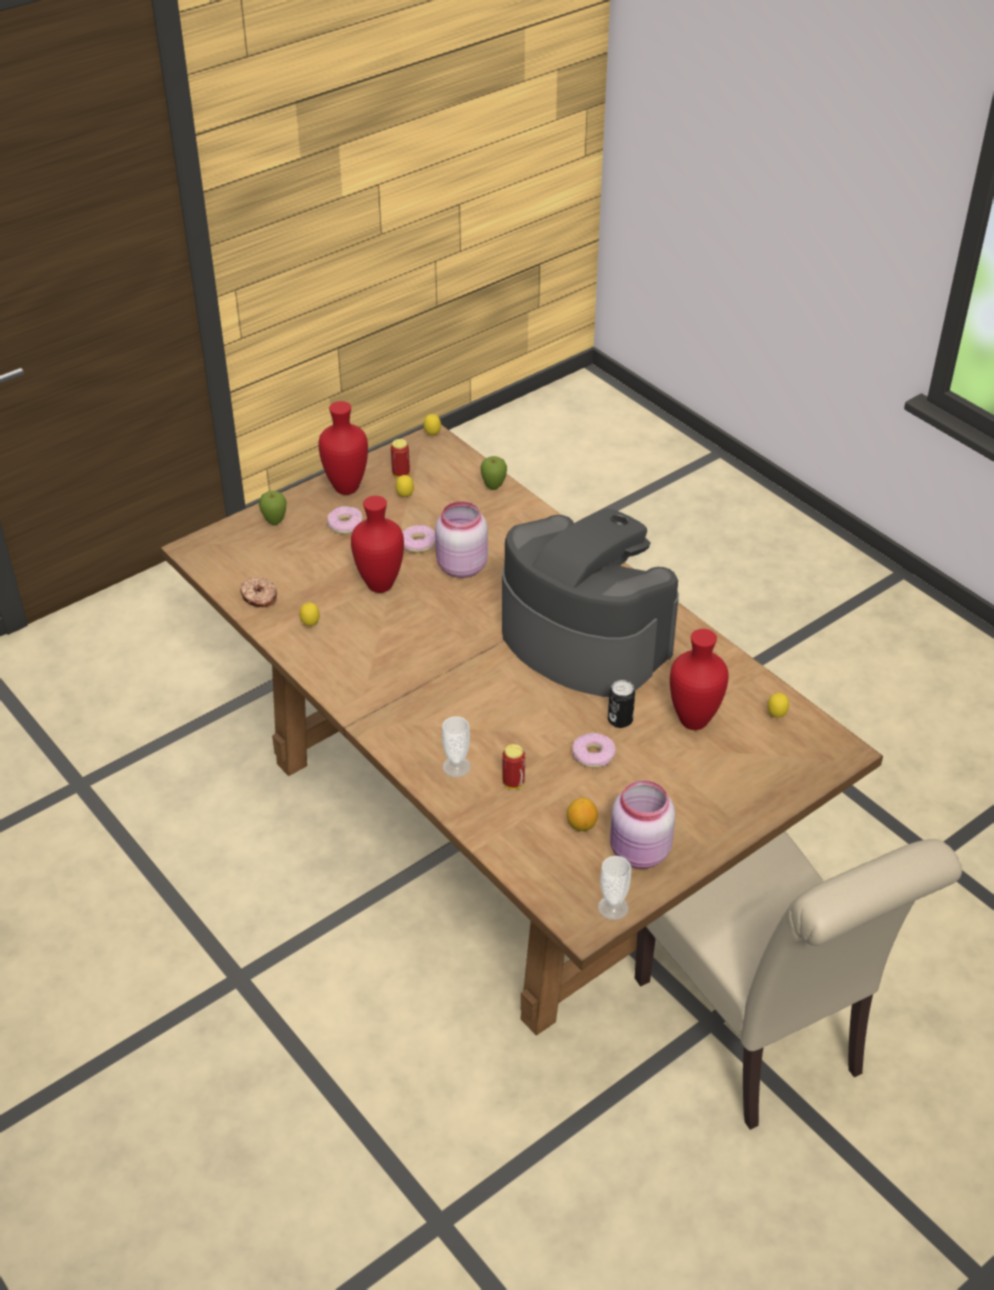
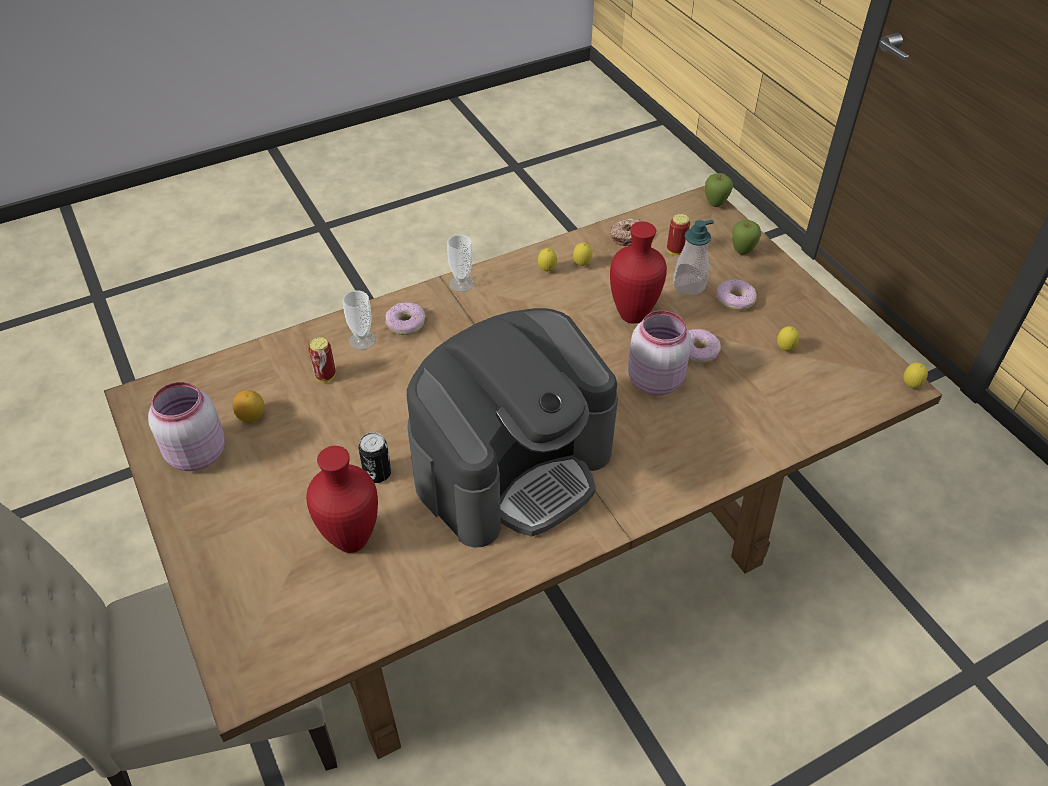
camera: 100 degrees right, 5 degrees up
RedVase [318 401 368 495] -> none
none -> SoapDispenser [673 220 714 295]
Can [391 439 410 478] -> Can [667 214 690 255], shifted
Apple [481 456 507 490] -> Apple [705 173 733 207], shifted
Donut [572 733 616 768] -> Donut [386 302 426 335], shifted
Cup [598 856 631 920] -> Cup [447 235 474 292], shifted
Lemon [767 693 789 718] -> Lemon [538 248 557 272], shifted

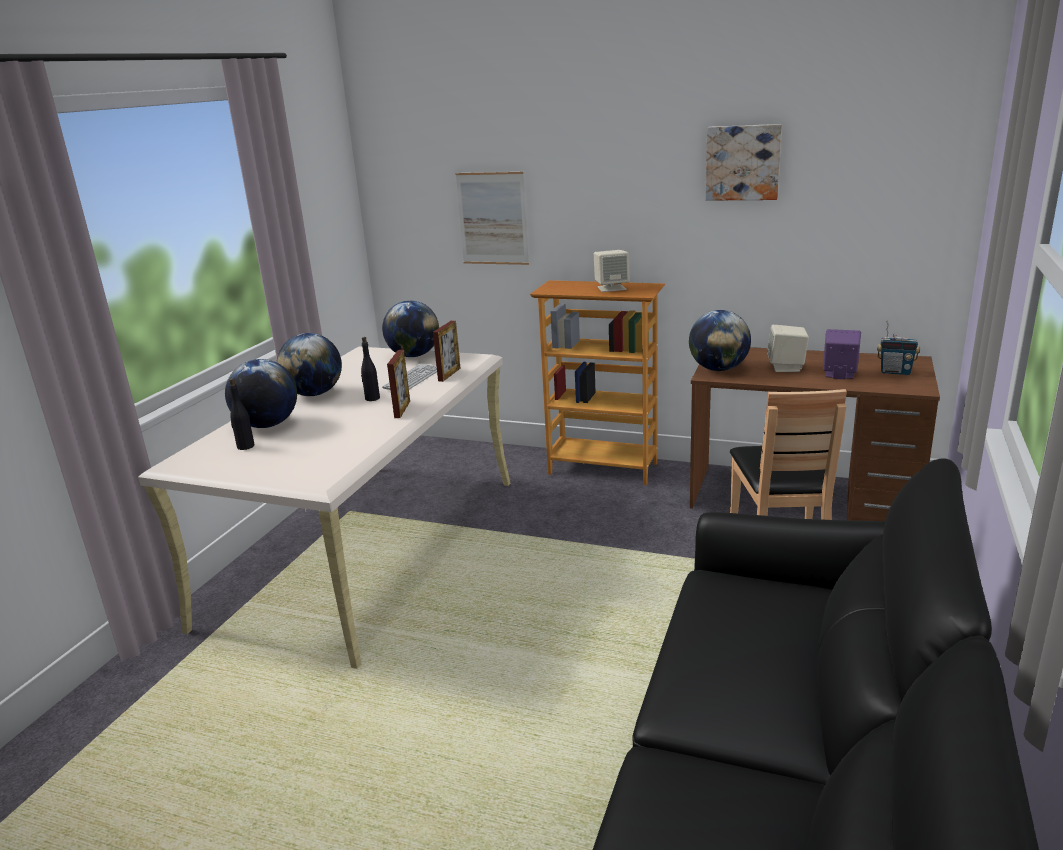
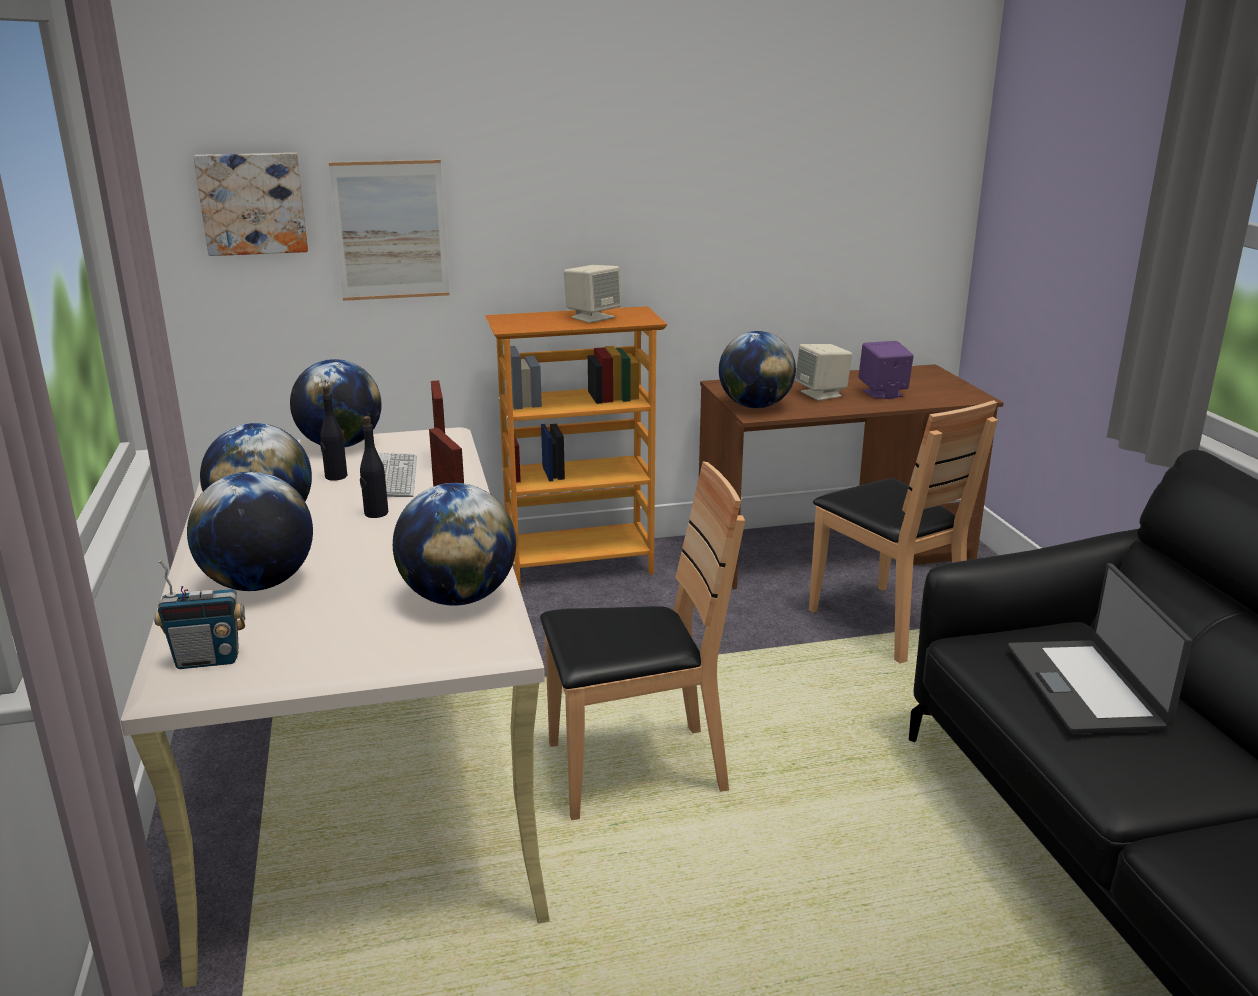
camera: 35 degrees left, 0 degrees up
none -> Globe [393 483 516 606]
none -> BrownChair [540 462 745 820]
none -> Laptop [1008 563 1192 734]
BlackBottle [229 378 255 450] -> BlackBottle [320 386 347 481], shifted
Picture [705 124 782 201] -> Picture [194 153 308 256], shifted
Radio [877 320 920 375] -> Radio [154 560 245 669], shifted

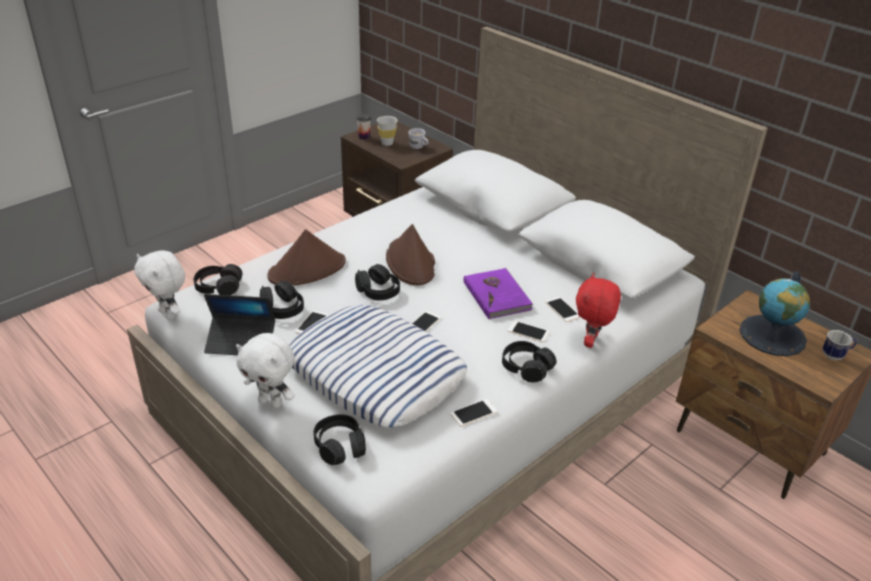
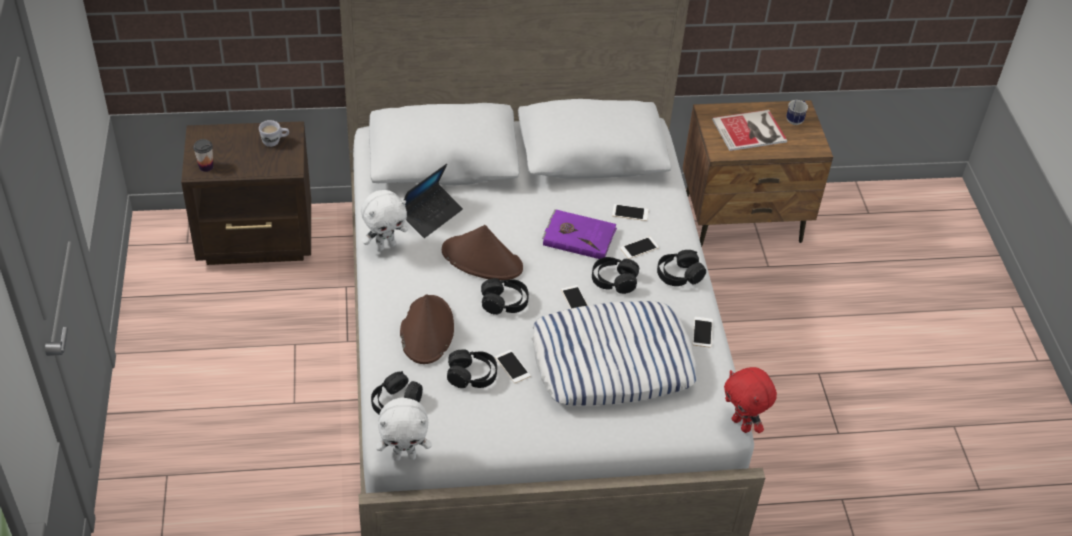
camera: 55 degrees left, 10 degrees up
WhiteCup [377 116 398 146] -> none
Laptop [204 294 275 355] -> Laptop [403 164 463 238], shifted
WhitePlushToy [236 333 295 408] -> WhitePlushToy [361 190 408 251], shifted
BlackHeadphones [314 414 366 465] -> BlackHeadphones [592 257 639 294], shifted
RedPlushToy [576 273 621 348] -> RedPlushToy [724 367 777 433], shifted
Globe [739 272 810 356] -> Book [712 110 788 151]

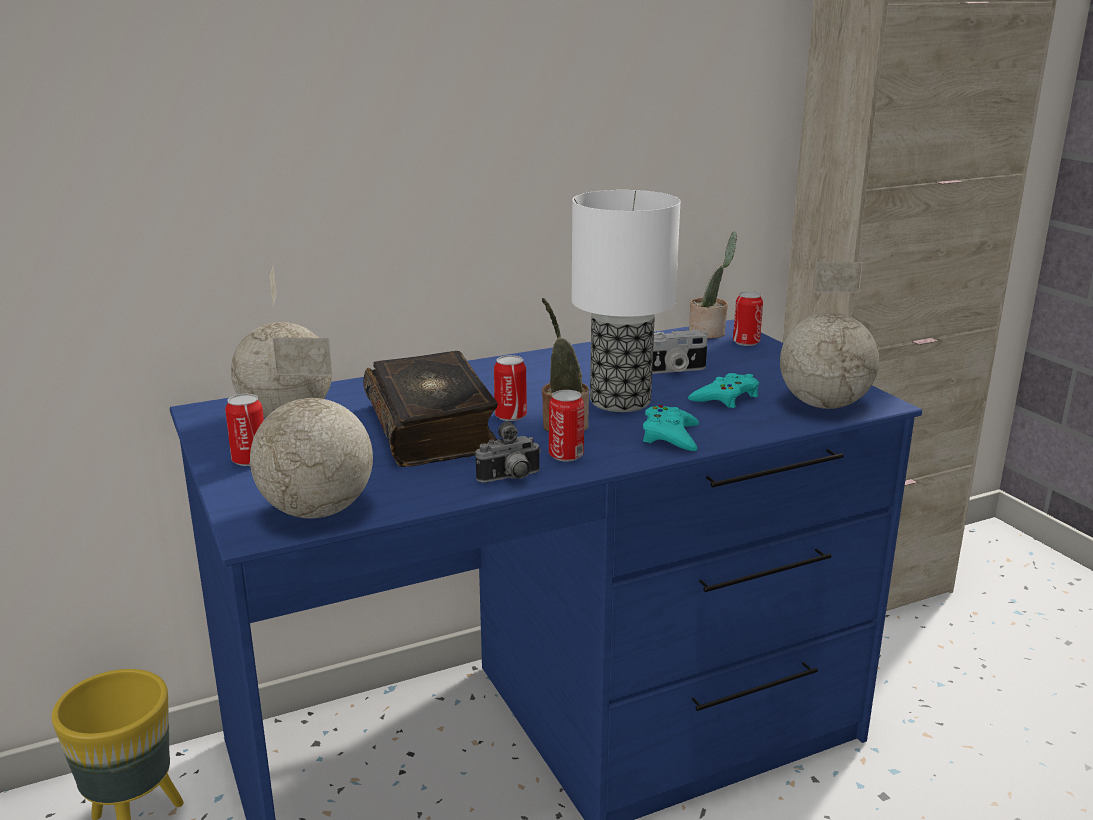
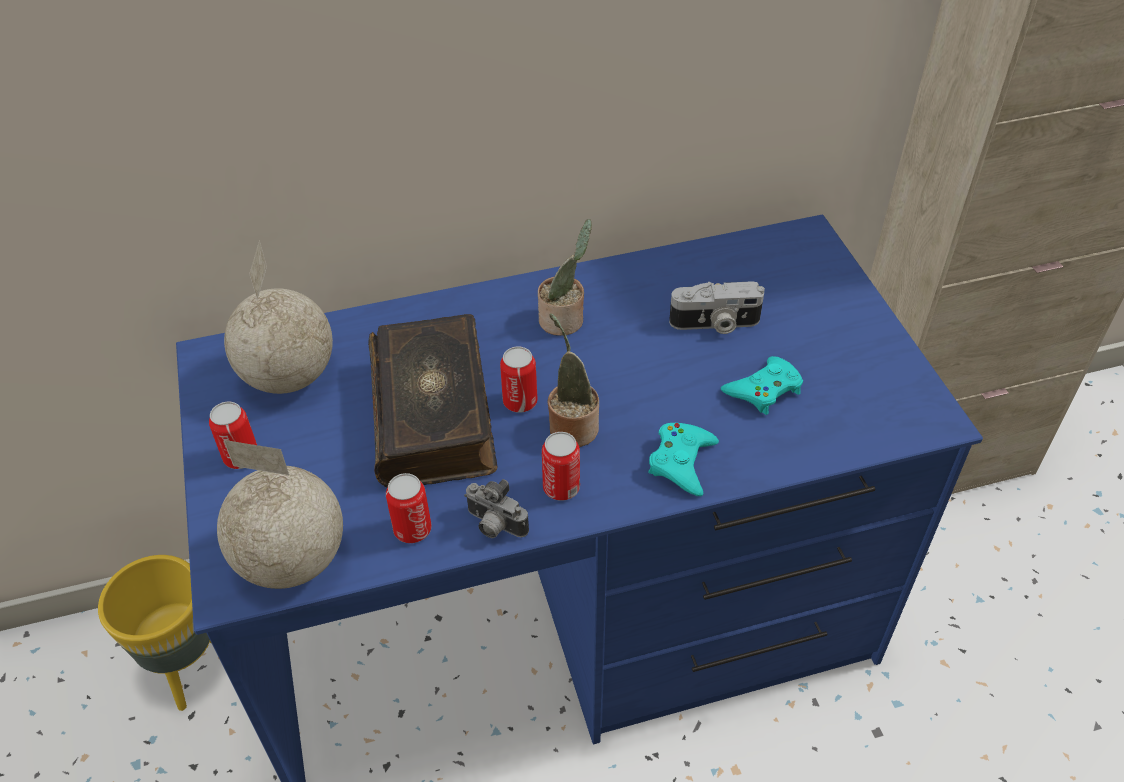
camera: 10 degrees right, 25 degrees up
TableLamp [572 190 681 412] -> none
Globe [780 262 879 409] -> none
PottedPlant [689 232 737 339] -> PottedPlant [538 219 592 336], shifted
Can [733 291 763 346] -> Can [386 473 431 543], shifted
PhotoCamera [476 420 541 483] -> PhotoCamera [464 479 529 538], 45 degrees clockwise

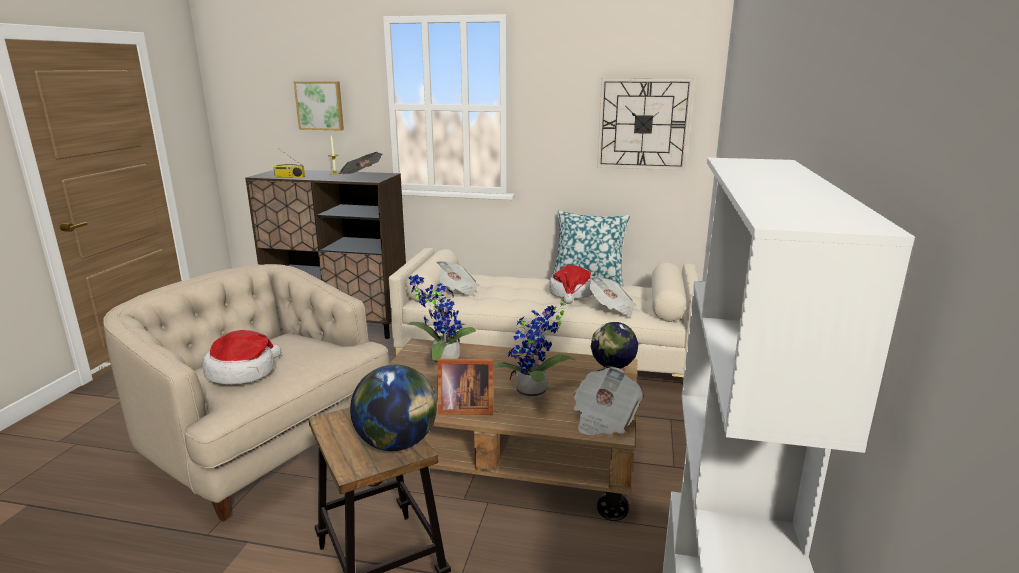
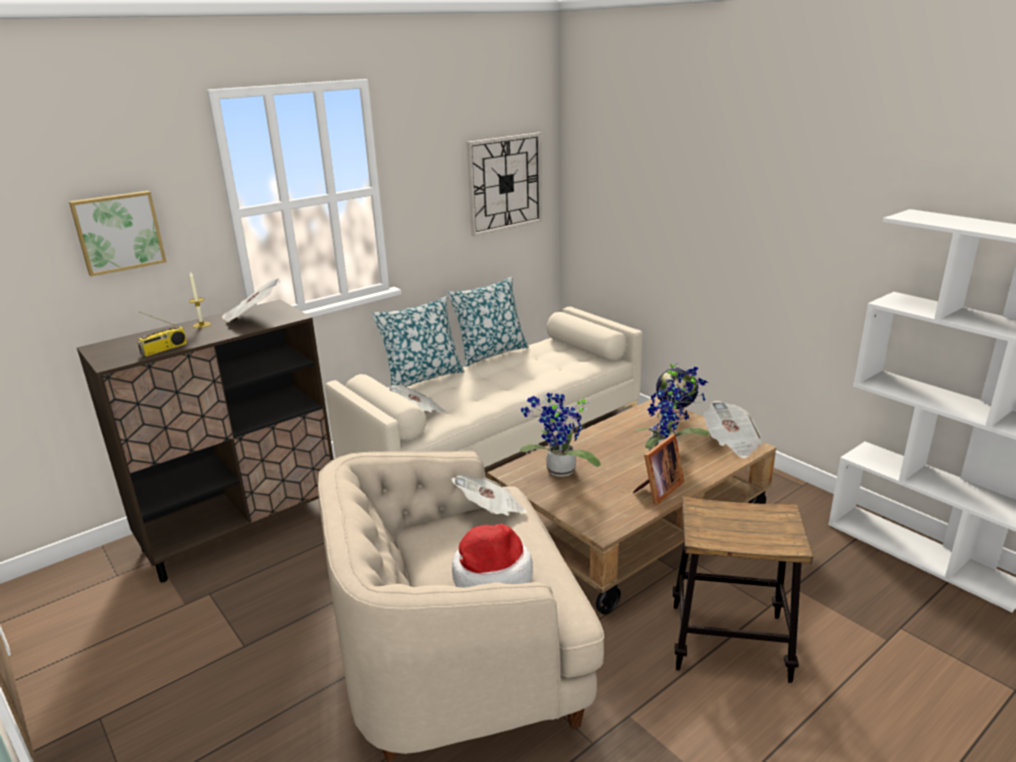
camera: 50 degrees left, 5 degrees up
Globe [350 365 437 451] -> none
Hat [549 265 593 304] -> none
none -> Pillow [372 296 465 387]
Newspaper [589 276 636 317] -> Newspaper [451 474 528 516], shifted

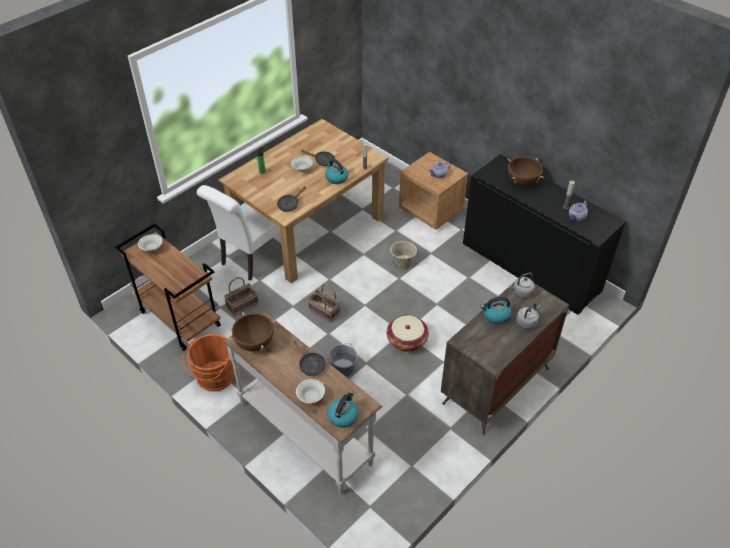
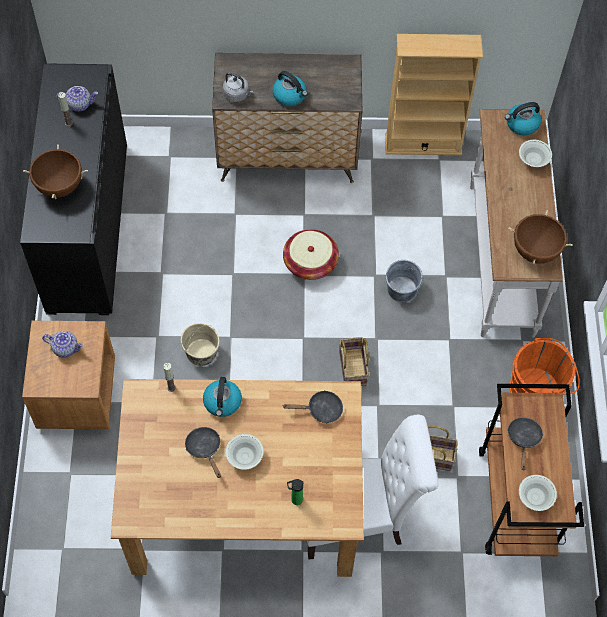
camera: 135 degrees left, 15 degrees up
GreyKettle [516 303 541 329] -> none
none -> BeigeBookcase [385 34 483 155]
BlackFryingPan [293 340 326 376] -> BlackFryingPan [507 417 543 470], shifted

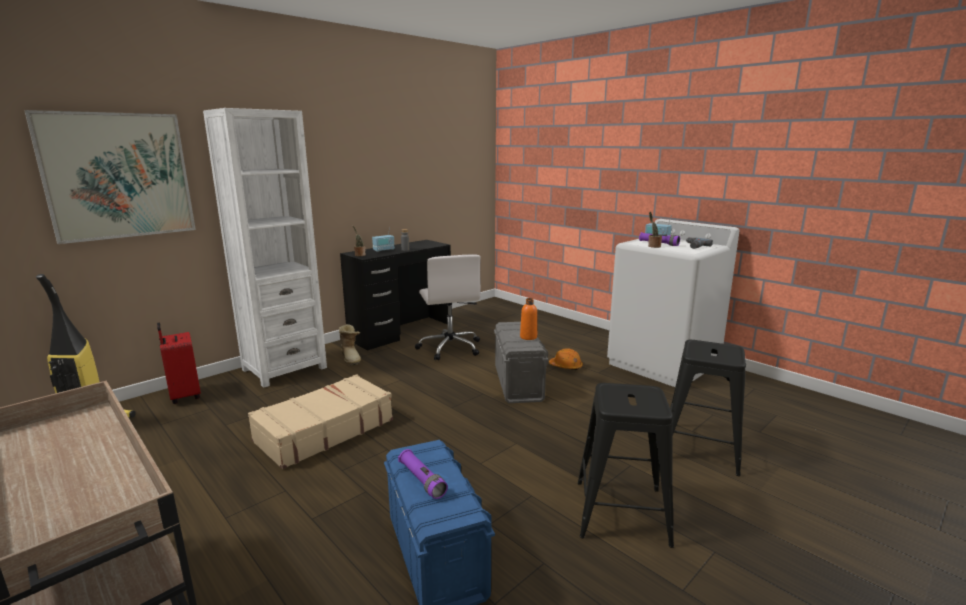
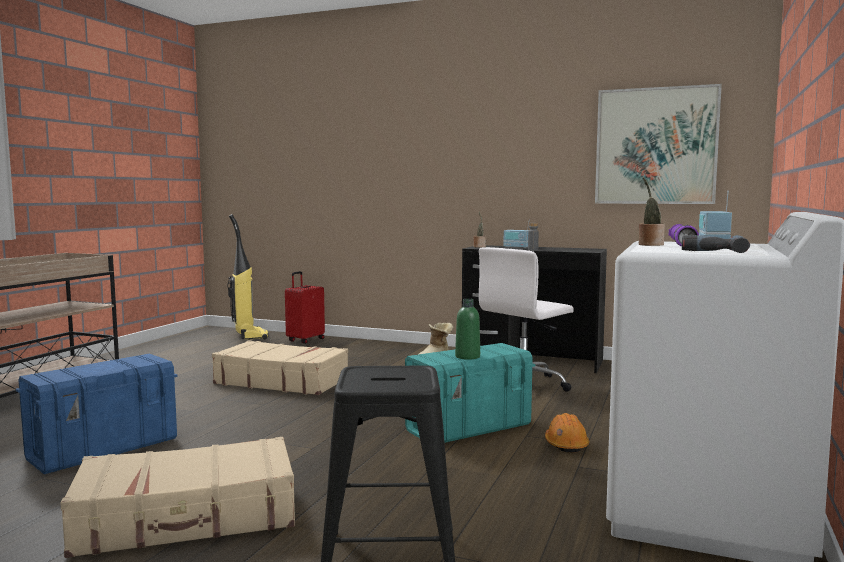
camera: 65 degrees right, 10 degrees down
WhiteBookcase [203 108 327 388] -> none
PurpleFlashlight [398 449 448 499] -> none
Picture [24 110 196 244] -> Picture [595 84 722 204], shifted
BlackStool [577 383 674 548] -> BeigeSuitcase [60 437 295 558]
GreyStorageBox [494 322 548 403] -> TurquoiseStorageBox [405 343 535 443]
OrangeBottle [520 298 537 340] -> GreenBottle [455 299 480 360]

